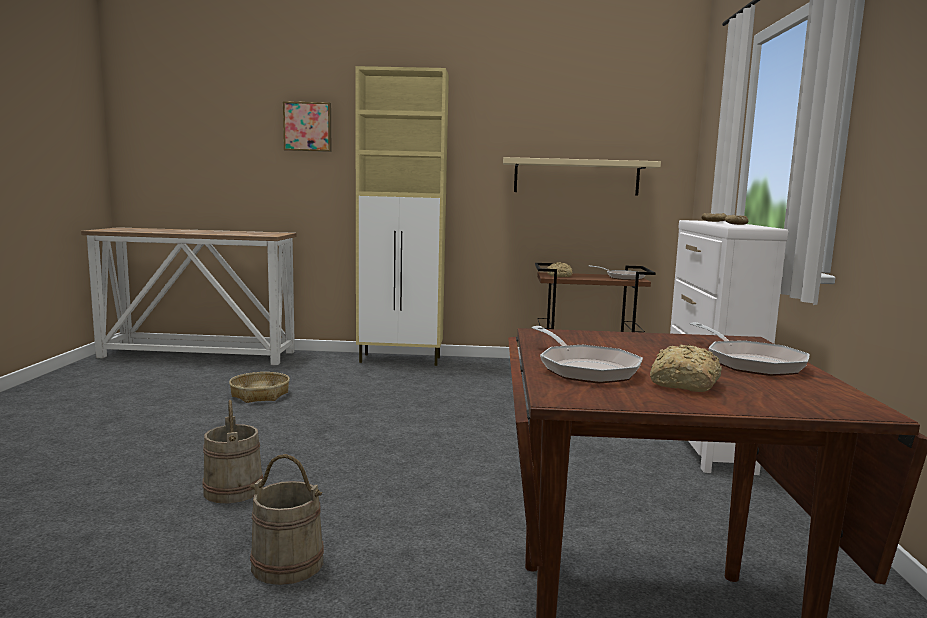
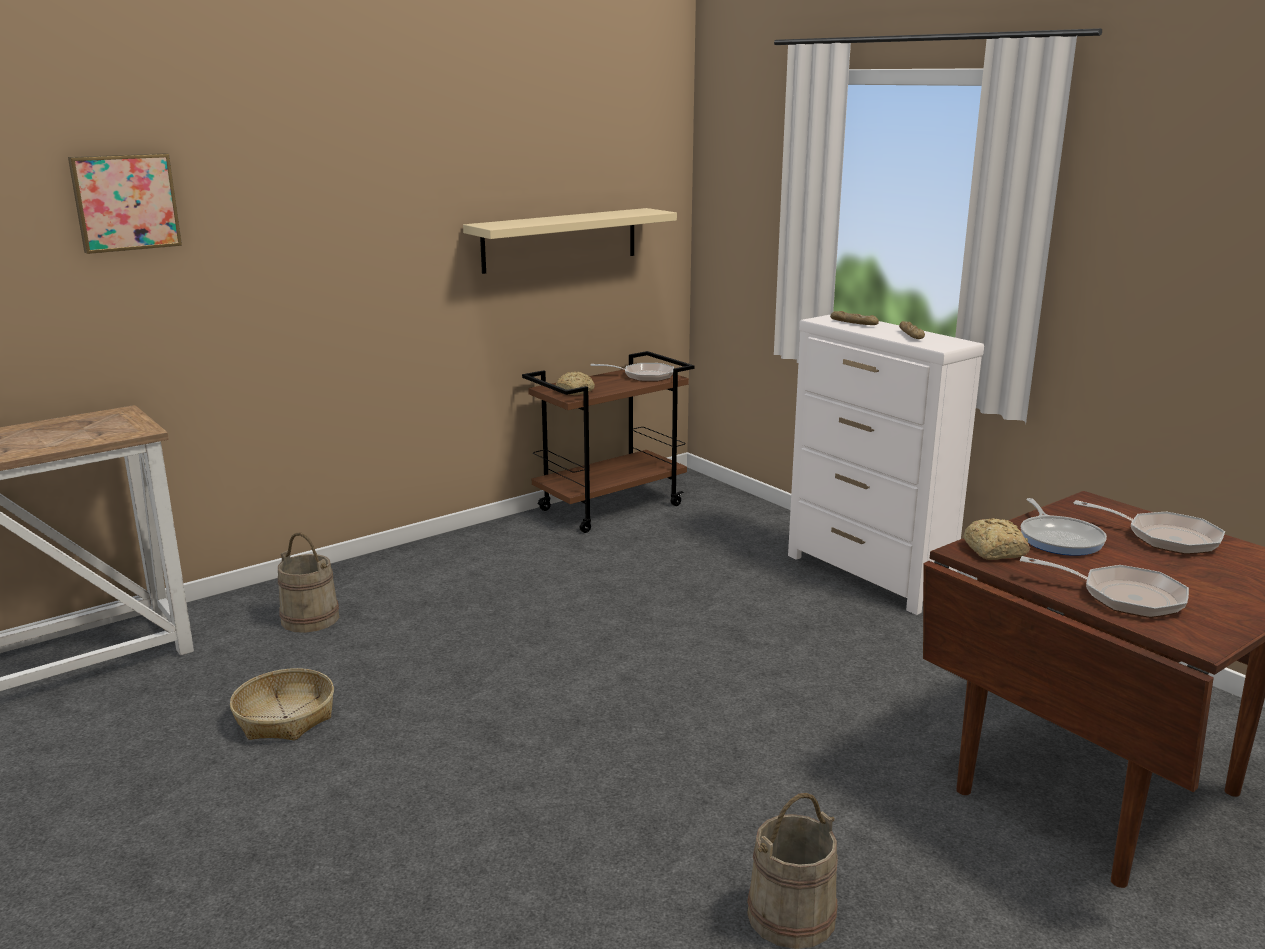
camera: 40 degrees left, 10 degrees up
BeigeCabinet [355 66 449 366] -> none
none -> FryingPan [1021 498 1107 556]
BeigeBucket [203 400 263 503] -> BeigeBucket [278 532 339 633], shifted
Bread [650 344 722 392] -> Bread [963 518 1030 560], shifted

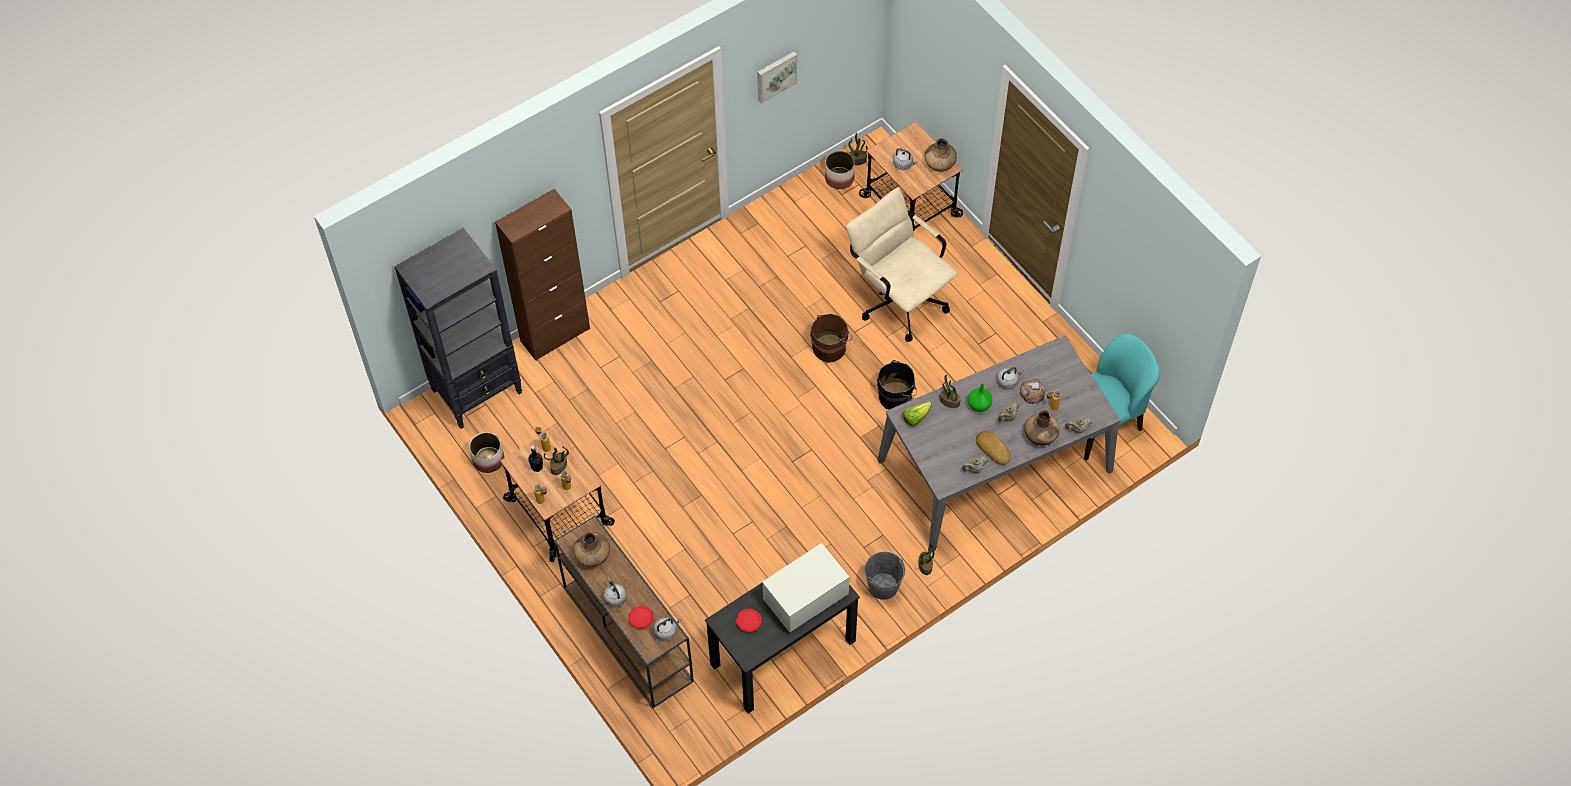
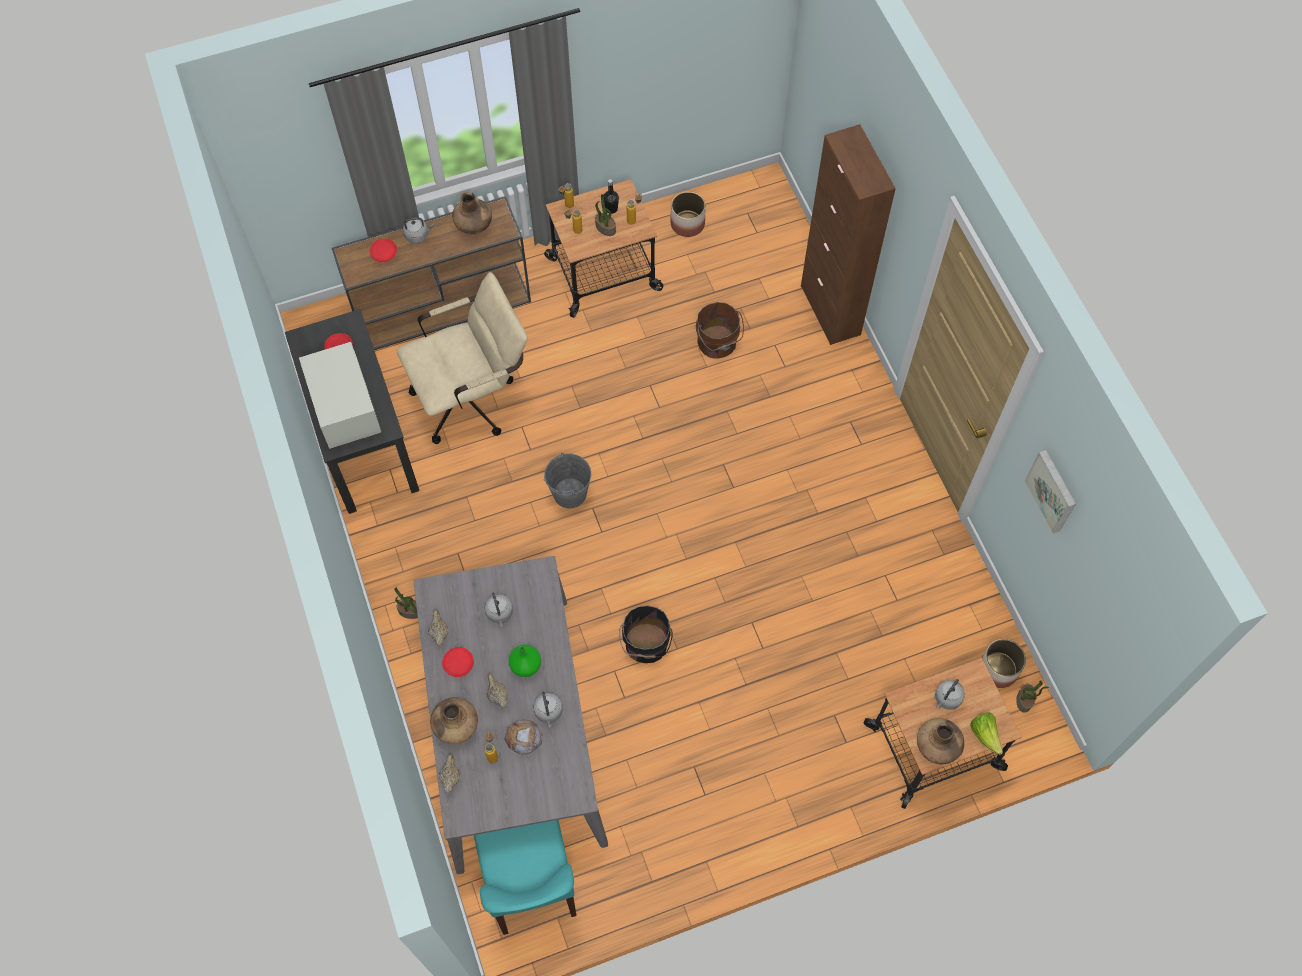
camera: 105 degrees right, 5 degrees up
BlackBookcase [394 228 522 429] -> none
PottedPlant [939 375 961 408] -> none
GreyKettle [653 617 682 641] -> GreyKettle [484 592 513 627], shifted
BrownBucket [810 314 852 363] -> BrownBucket [696 302 744 359], shifted
BeigeOfficeChair [846 187 957 342] -> BeigeOfficeChair [397 272 528 444], shifted
GreyBucket [864 552 905 600] -> GreyBucket [544 453 591 508], shifted
Lettuce [902 401 932 427] -> Lettuce [970 712 1003 755], shifted
Bread [976 430 1011 465] -> RedPlate [442 647 474 677]

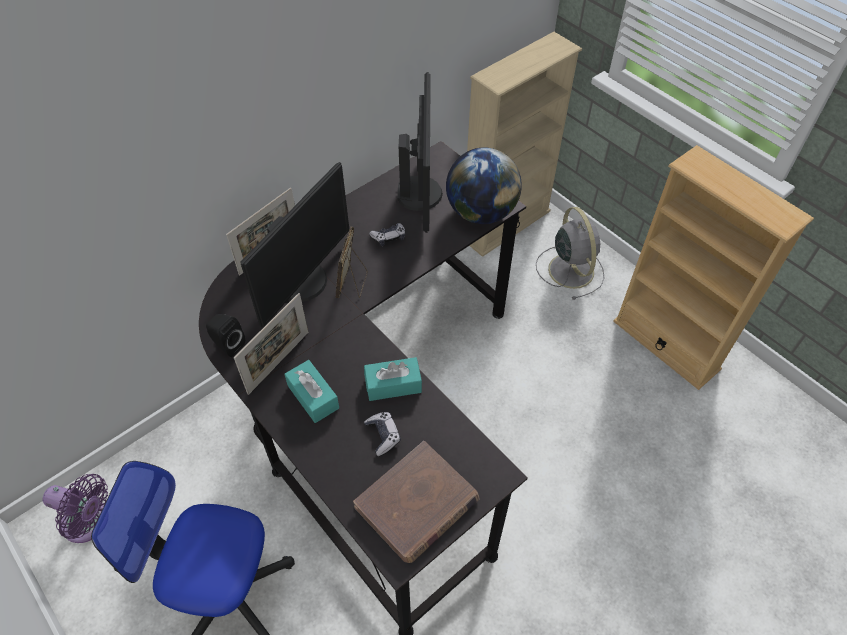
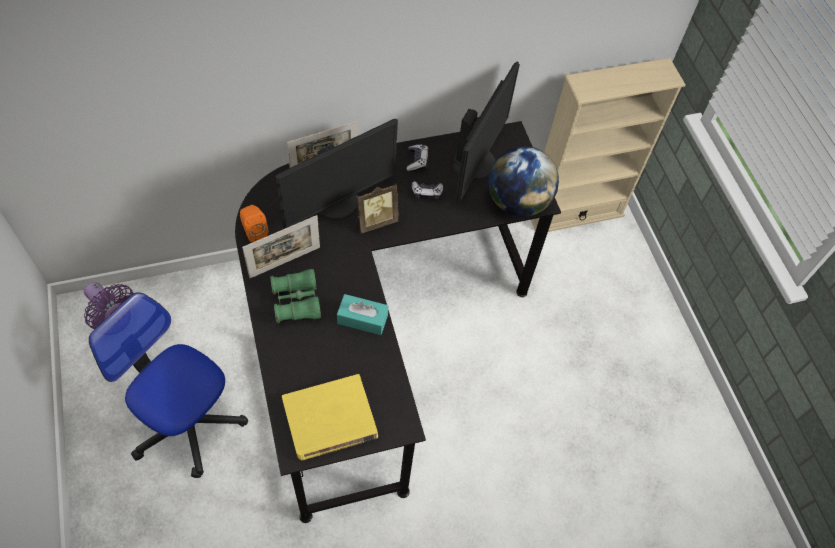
camera: 20 degrees right, 5 degrees up
GreyFan [536 207 605 300] -> none
BeigeBookcase [613 145 814 390] -> none
GameController [364 412 401 456] -> GameController [406 145 428 172], shifted
TurquoiseTissueBox [284 360 339 423] -> GreenBinoculars [270 269 321 323]
BlackSpeaker [206 314 245 357] -> OrangeSpeaker [240 205 268 243]
BrownBook [353 441 480 563] -> YellowBook [282 374 378 460]
PictureFrame [336 227 368 298] -> PictureFrame [357 184 399 234], 150 degrees counterclockwise

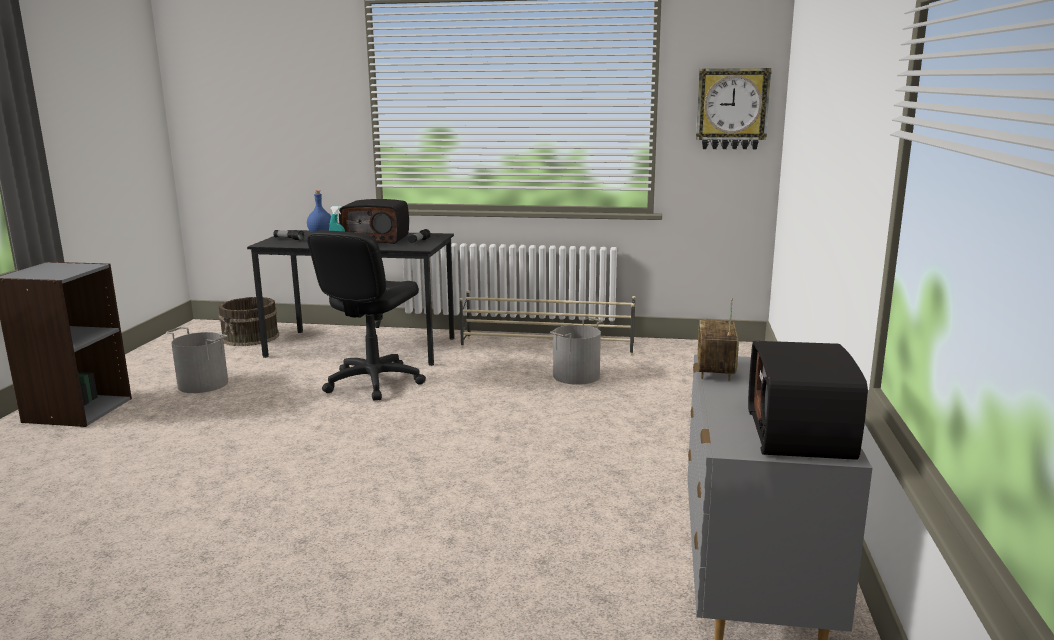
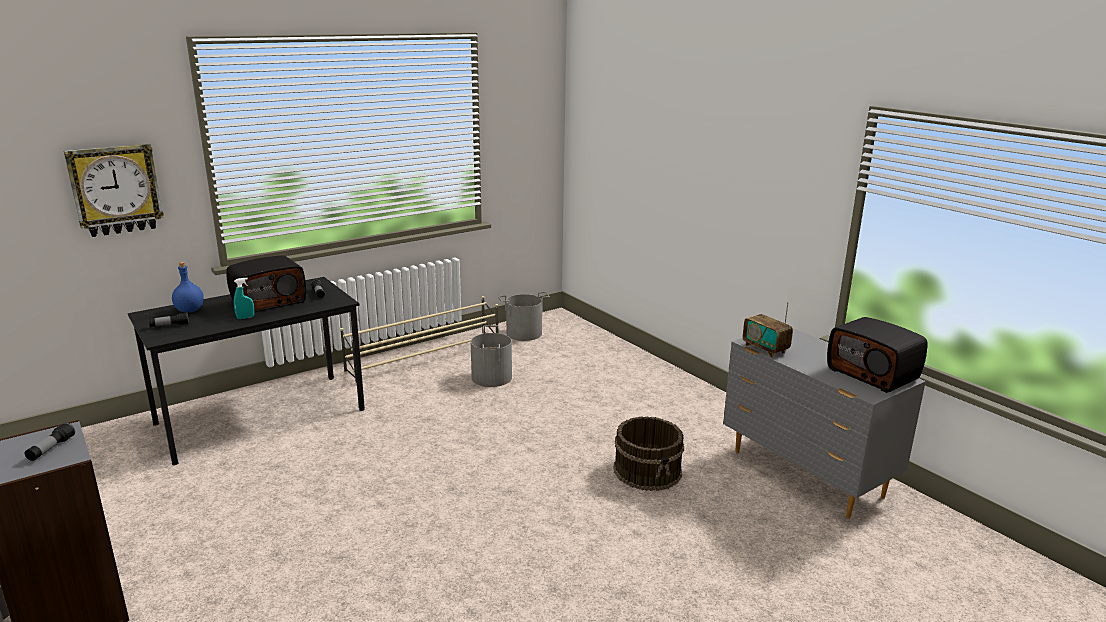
camera: 45 degrees left, 5 degrees up
BlackOfficeChair [307 230 426 401] -> none
none -> Flashlight [25 423 75 461]
GreyBucket [166 327 228 393] -> GreyBucket [498 292 550 341], shifted
BrownBucket [219 297 279 346] -> BrownBucket [613 416 684 491], shifted
WallClock [696 68 772 149] -> WallClock [64 144 164 237], shifted

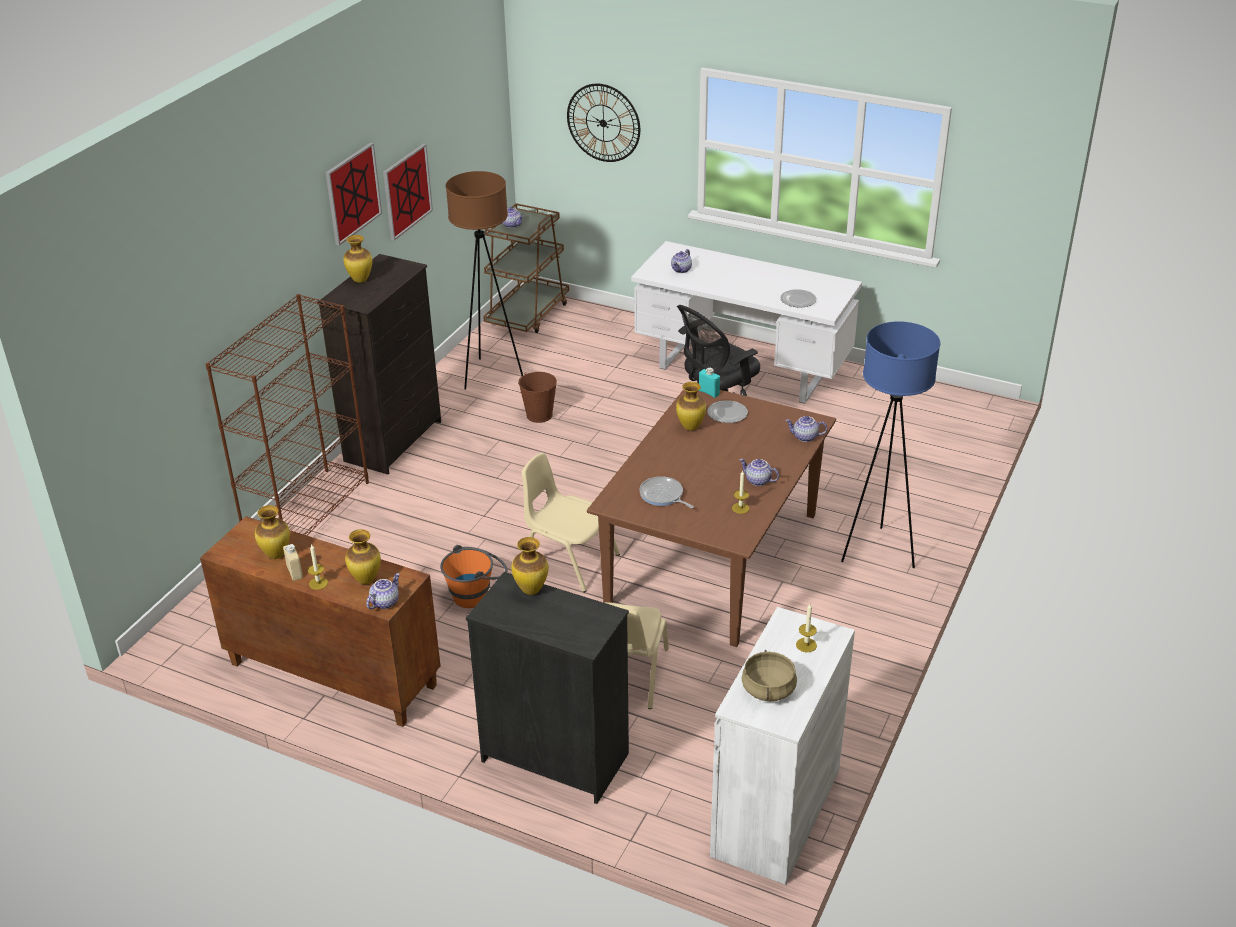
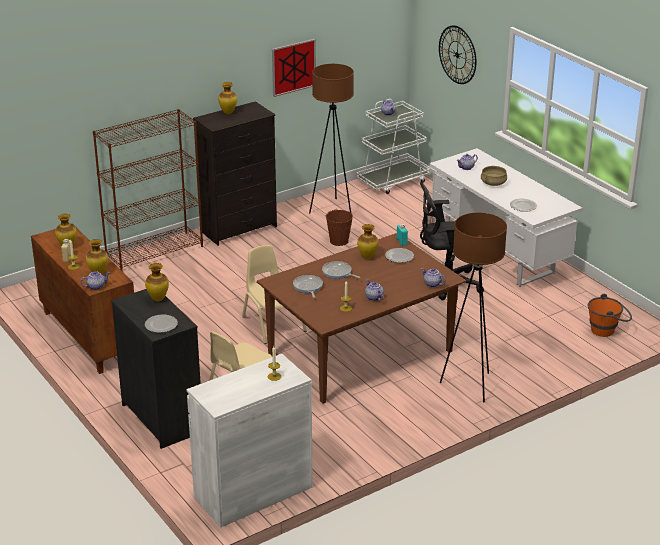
camera: 30 degrees right, 5 degrees down
Picture [326 143 382 245] -> none
none -> Plate [145 314 178 333]
none -> FryingPan [322 261 360 279]
OrangeBucket [440 545 507 608] -> OrangeBucket [588 294 632 337], shifted
BeigeCookingPot [741 650 797 701] -> BeigeCookingPot [481 166 507 186], shifted
BrownCart [483 203 569 333] -> WhiteCart [356 99 430 194]
BlueFloorLamp [841 321 940 568] -> BrownFloorLamp [440 213 507 403]

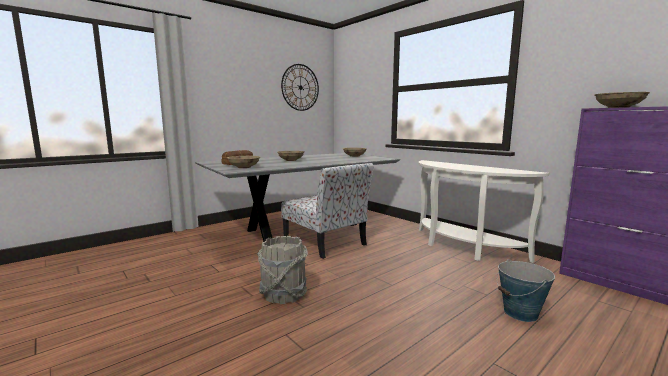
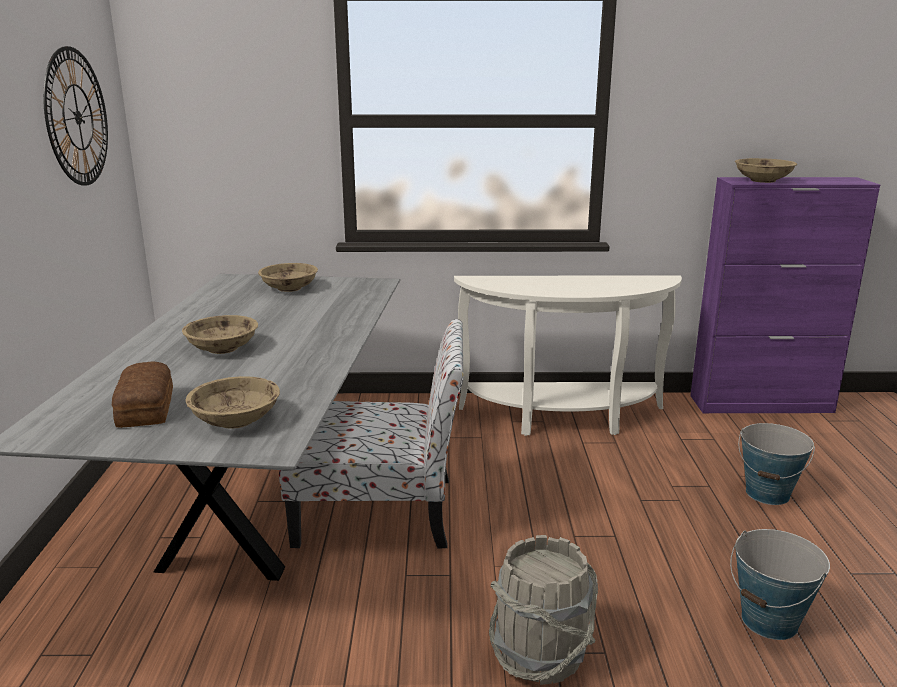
camera: 50 degrees left, 10 degrees up
none -> Bucket [730 529 830 640]

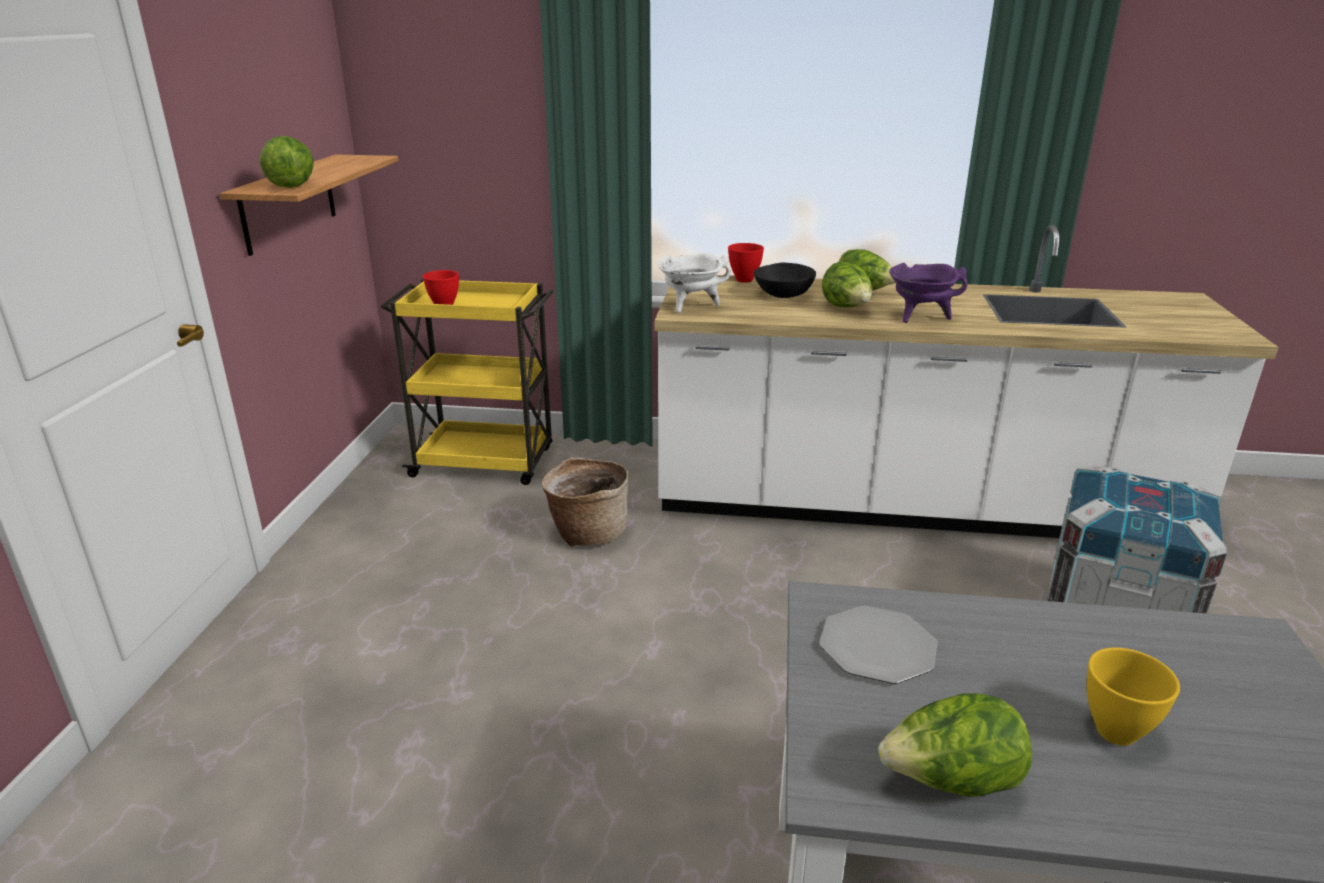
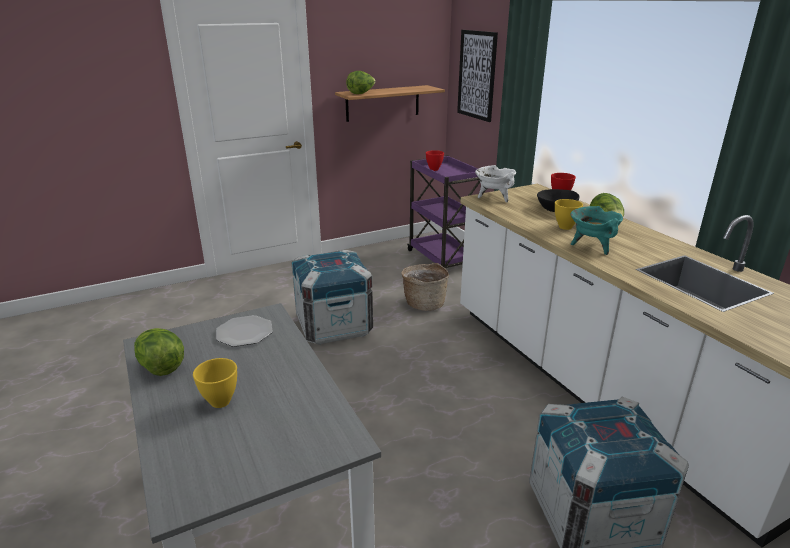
camera: 55 degrees right, 0 degrees up
none -> Crate [292 250 373 345]
none -> Picture [457 30 498 122]
Lettuce [822 261 873 308] -> YellowBowl [555 199 583 230]
YellowCart [381 279 553 485] -> PurpleCart [407 155 480 268]
PurpleCookingPot [889 263 967 323] -> TurquoiseCookingPot [570 206 623 255]

